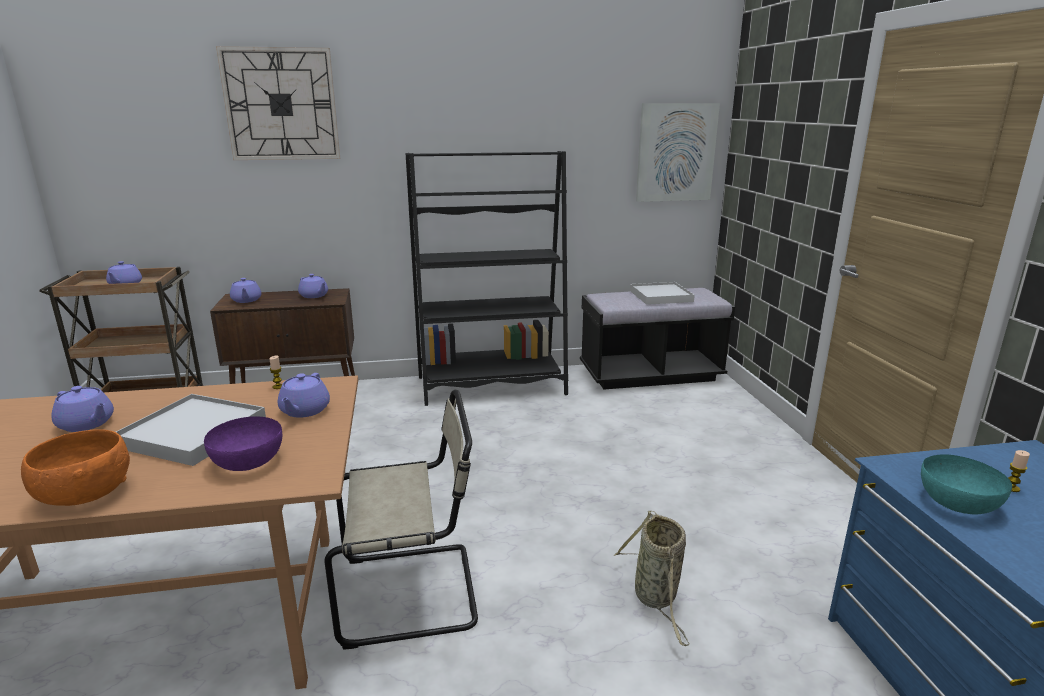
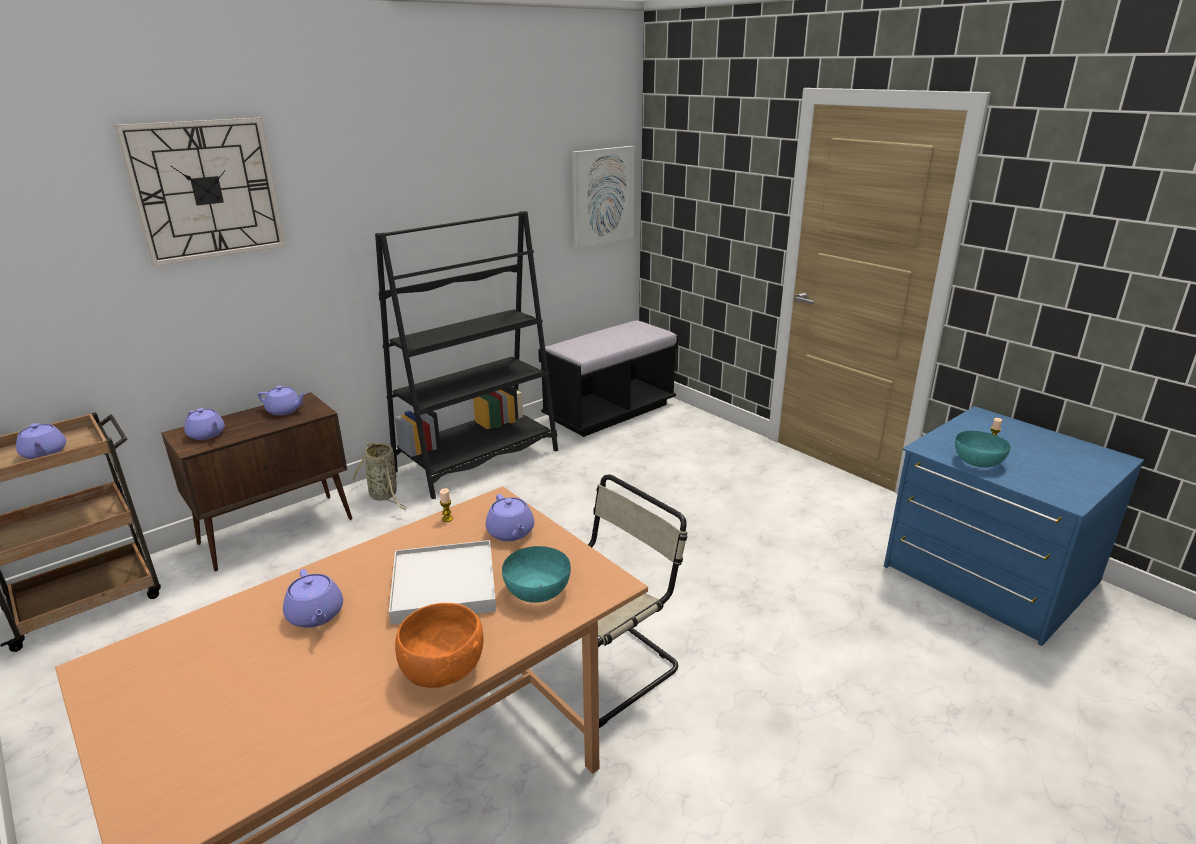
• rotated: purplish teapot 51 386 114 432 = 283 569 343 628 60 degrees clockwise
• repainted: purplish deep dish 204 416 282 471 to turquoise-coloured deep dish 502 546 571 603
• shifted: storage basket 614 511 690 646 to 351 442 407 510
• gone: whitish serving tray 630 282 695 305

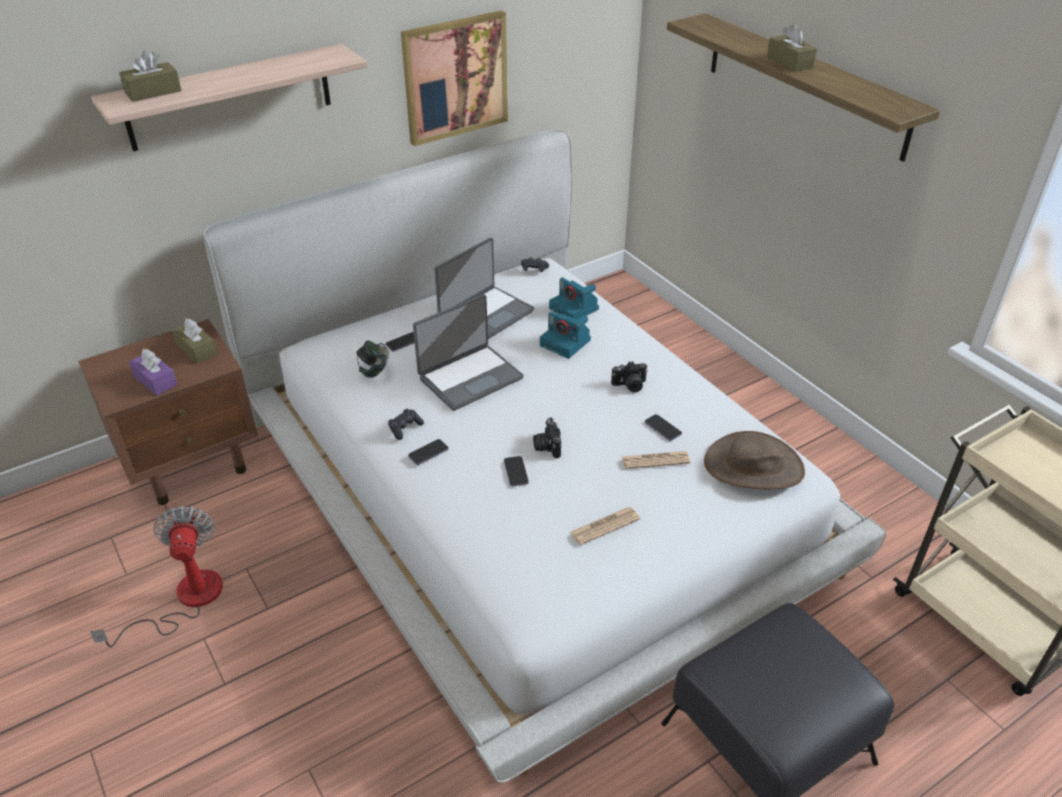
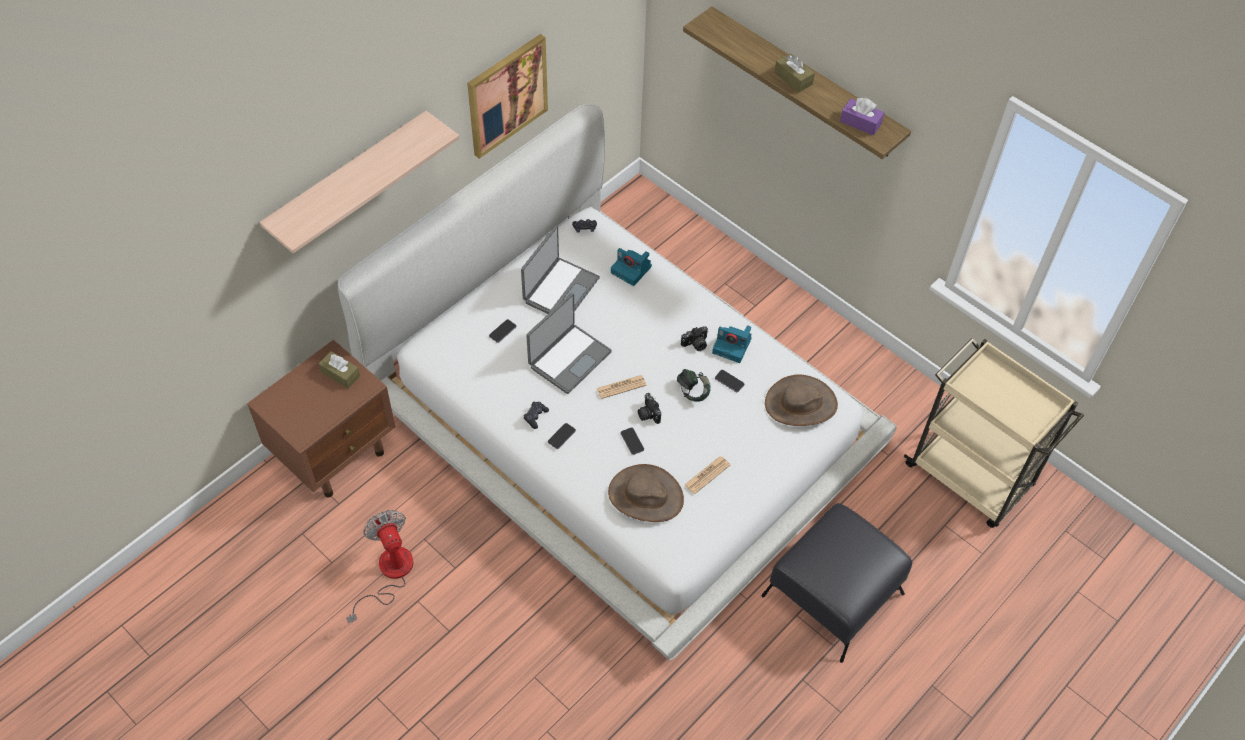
• gone: brown-coloured box of tissues 119 50 182 102
• shifted: purplish box of tissues 129 349 177 396 to 840 98 884 136
• shifted: headphones 356 340 389 378 to 677 369 711 402
• shifted: photo camera 540 312 591 359 to 712 325 752 363
• shifted: daily paper 622 451 690 469 to 597 375 647 399
• new: brown-coloured wearable hat 608 464 684 522

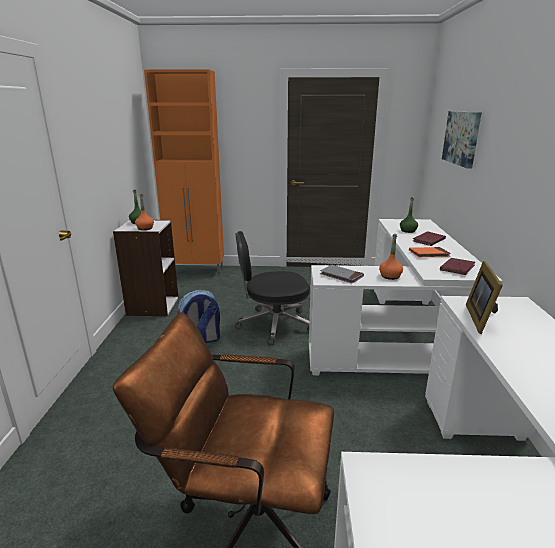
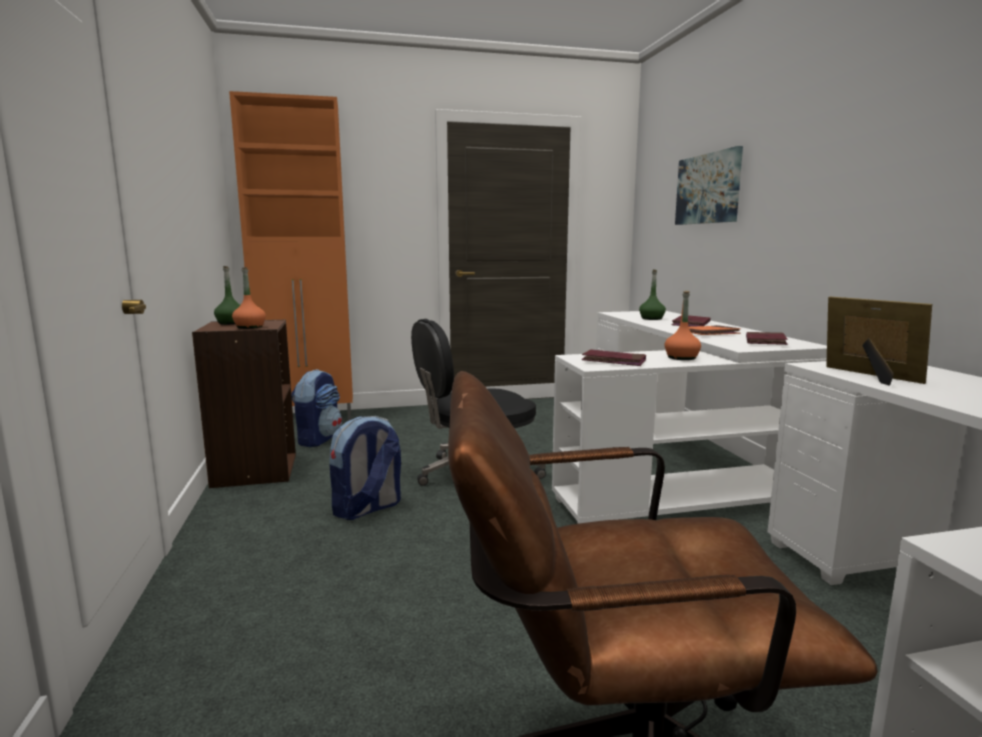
• repainted: whitish bookshelf 113 220 178 316 to brown-coloured bookshelf 192 320 296 488
• repainted: greyish book 320 265 364 284 to reddish book 582 349 646 366
• rotated: standing frame 466 261 503 334 = 826 297 932 386 150 degrees clockwise
• new: backpack 291 369 342 447

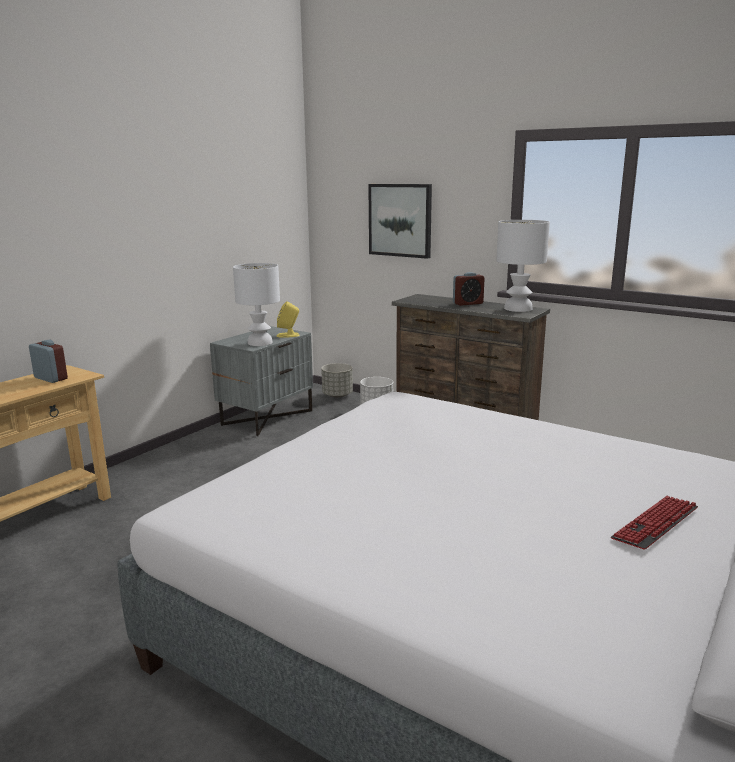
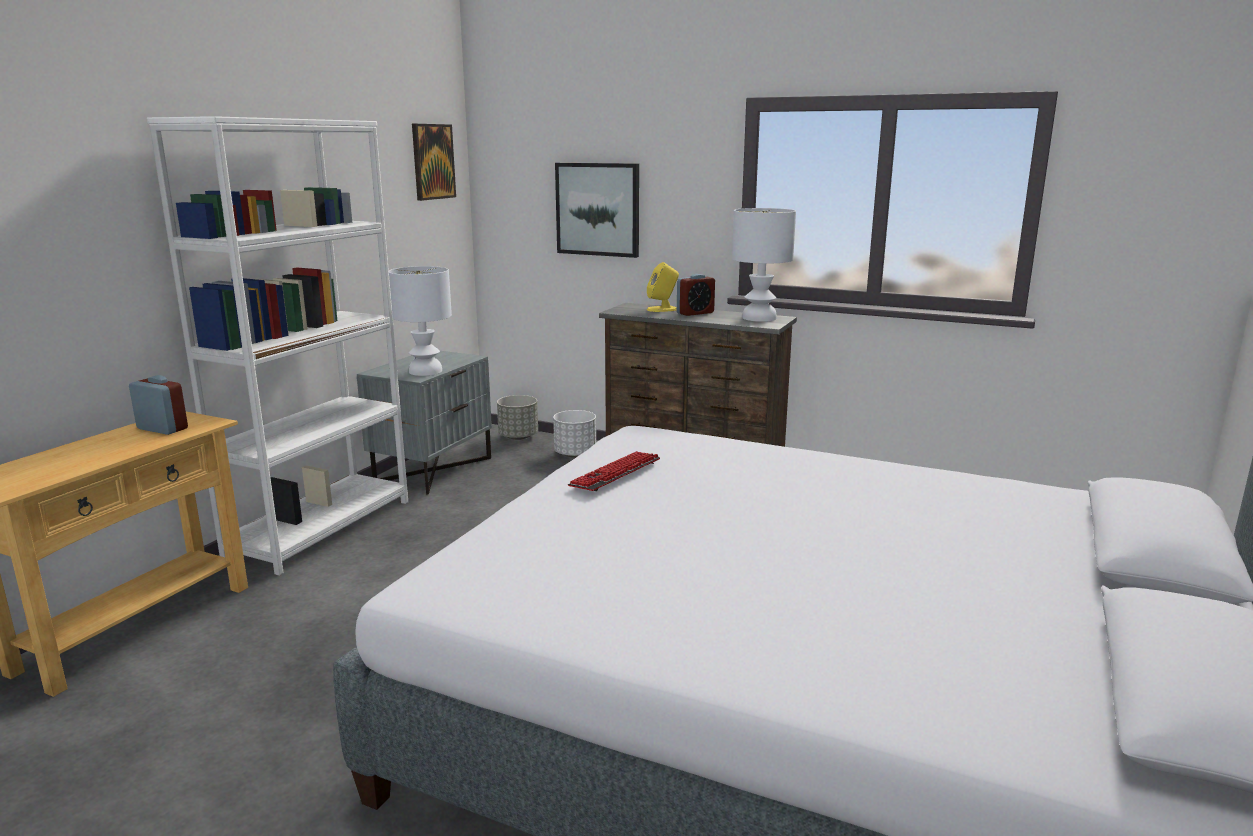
• shifted: yellowish audio speaker 277 301 299 338 to 647 262 679 312
• shifted: keyboard 611 496 698 550 to 568 451 660 491
• new: whitish bookshelf 147 116 408 576
• new: wall art 412 124 456 201

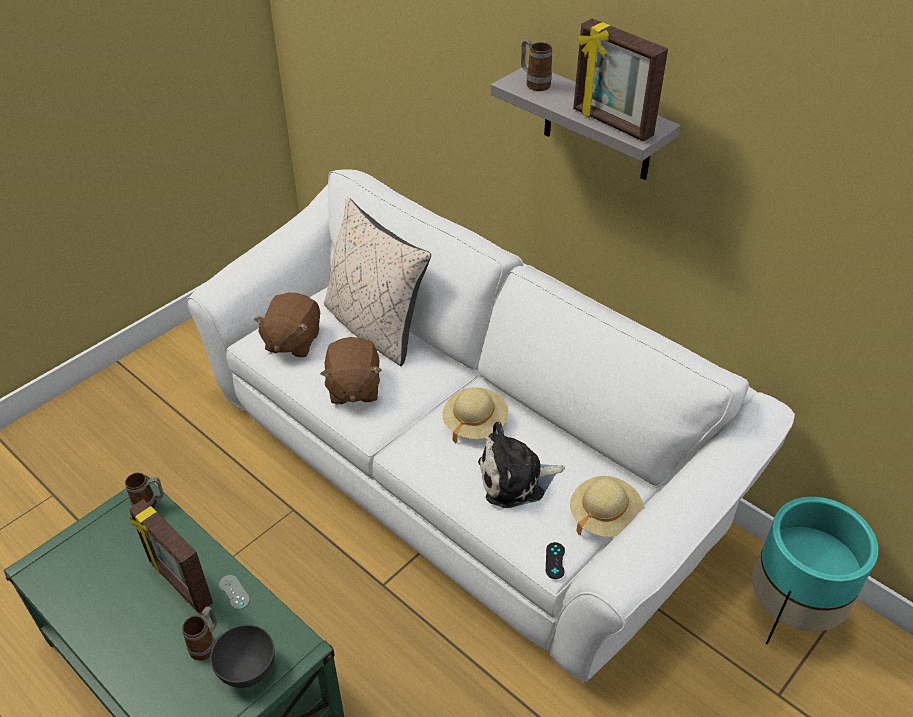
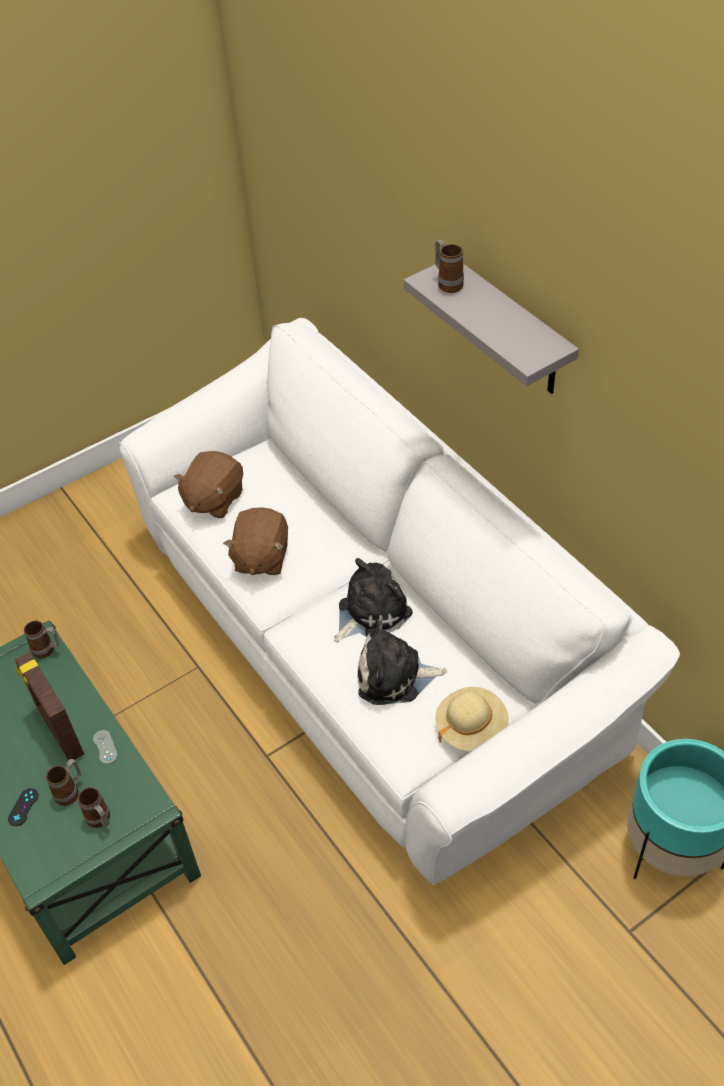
• swapped: greyish deep dish 210 625 275 688 to tea mug 78 787 110 828
• gone: sand-coloured cushion 324 197 431 366
• swapped: sand-coloured wearable hat 442 387 509 444 to cuddly toy 334 558 413 642
• shifted: black gamepad 546 542 565 579 to 8 788 39 826
• gone: standing frame 573 19 668 142

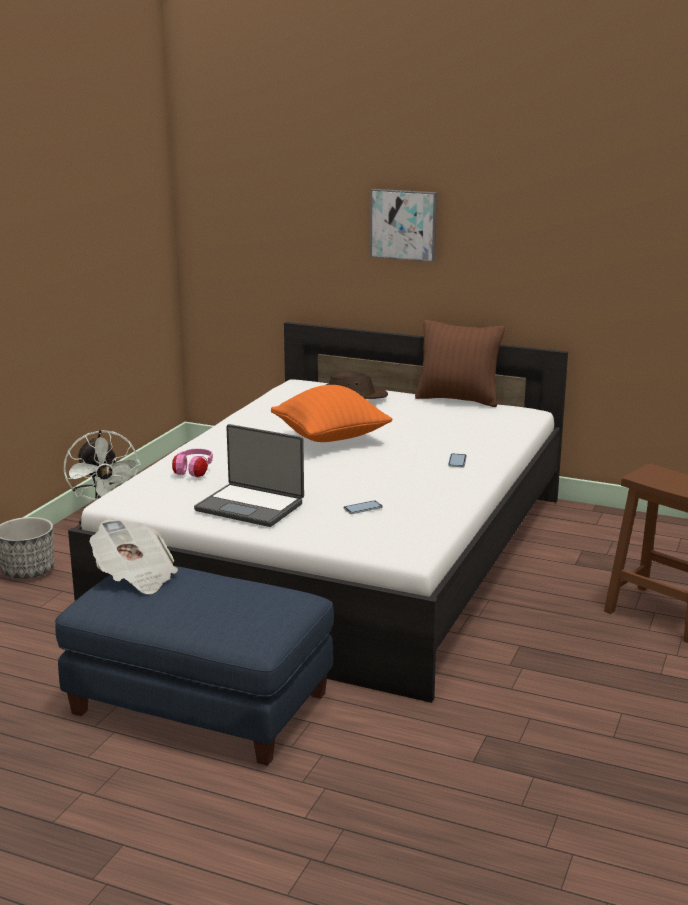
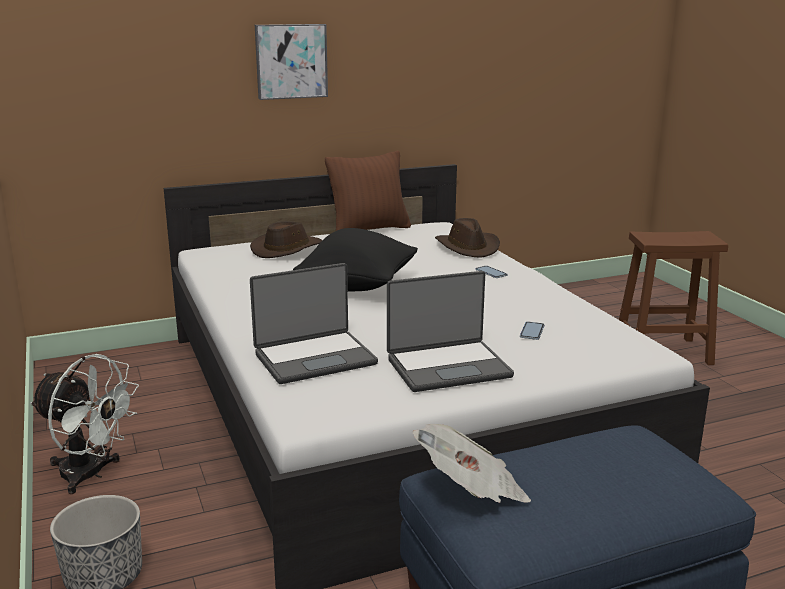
• swapped: pink-coloured headphones 172 449 213 478 to portable computer 250 263 378 384
• repainted: orange-coloured cushion 271 385 393 442 to black cushion 293 228 418 292
• new: brown-coloured wearable hat 435 218 500 258

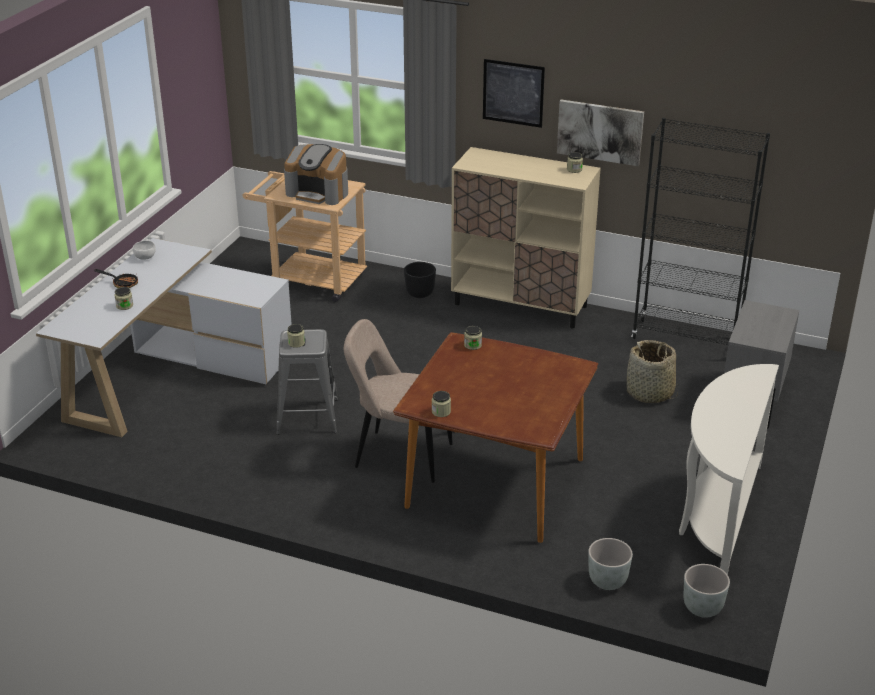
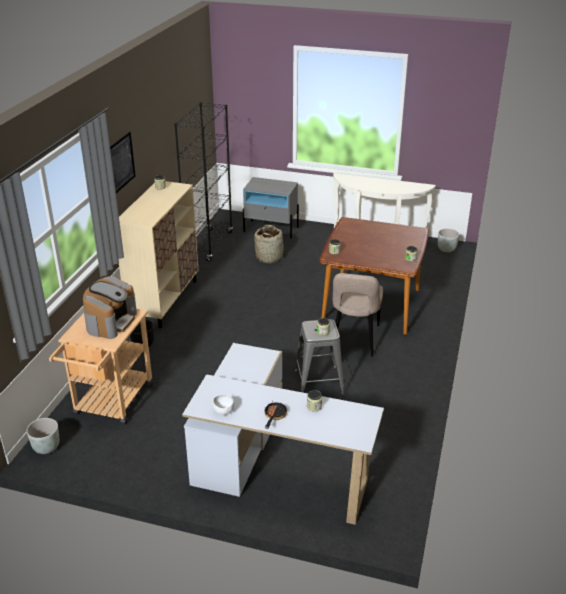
• gone: wall art 557 99 644 166
• shifted: greyish planter 588 538 633 590 to 26 418 59 454

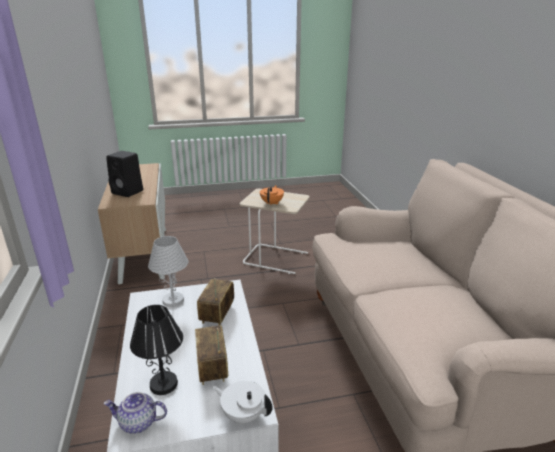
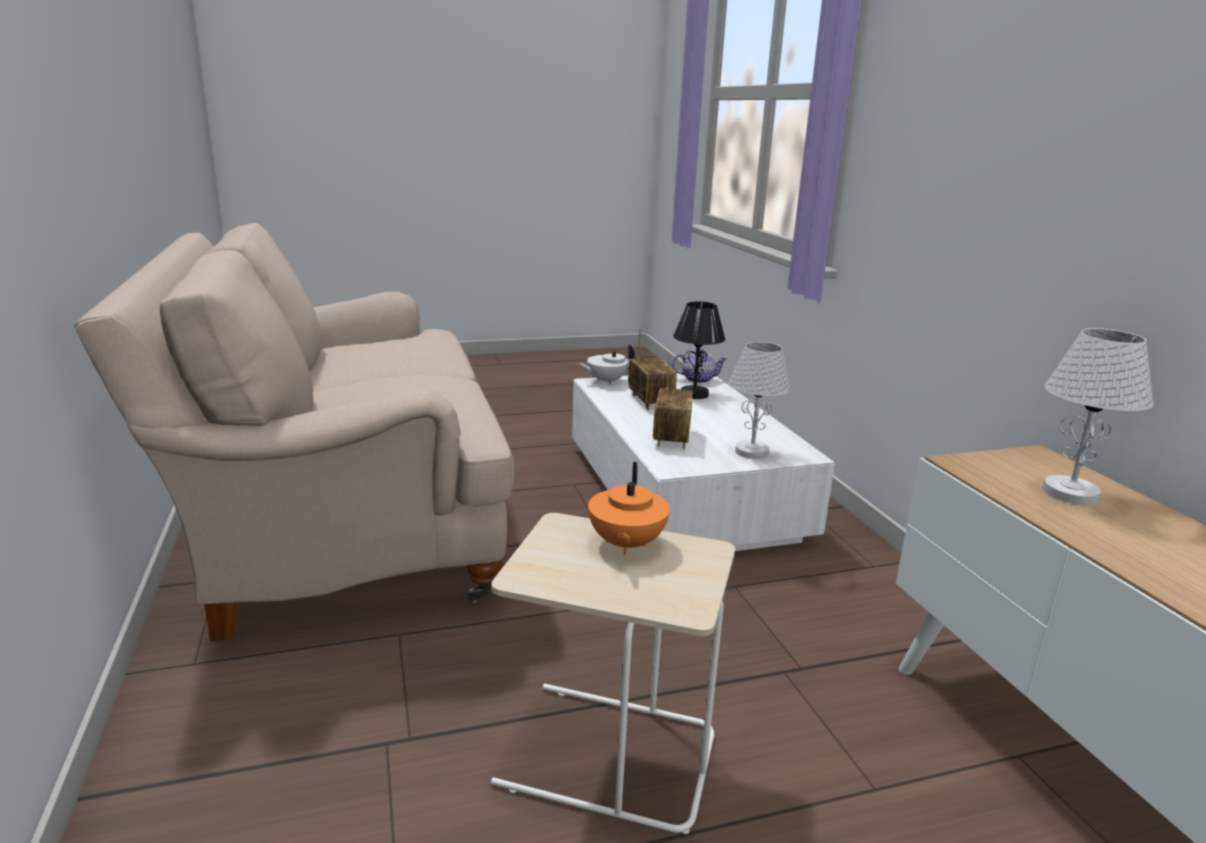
• swapped: black audio speaker 106 151 143 197 to whitish lamp for a table 1042 328 1154 505
• rotated: whitish teapot 213 381 273 424 = 578 344 635 384 135 degrees clockwise

